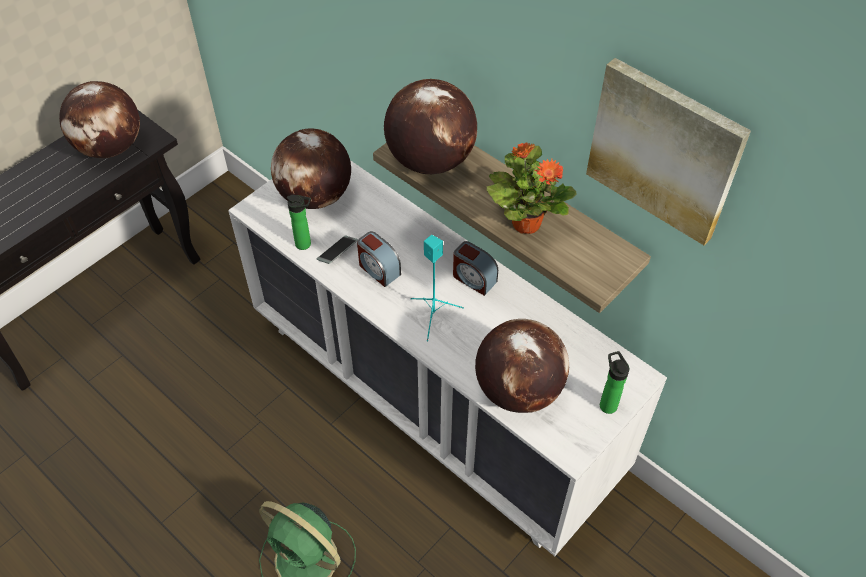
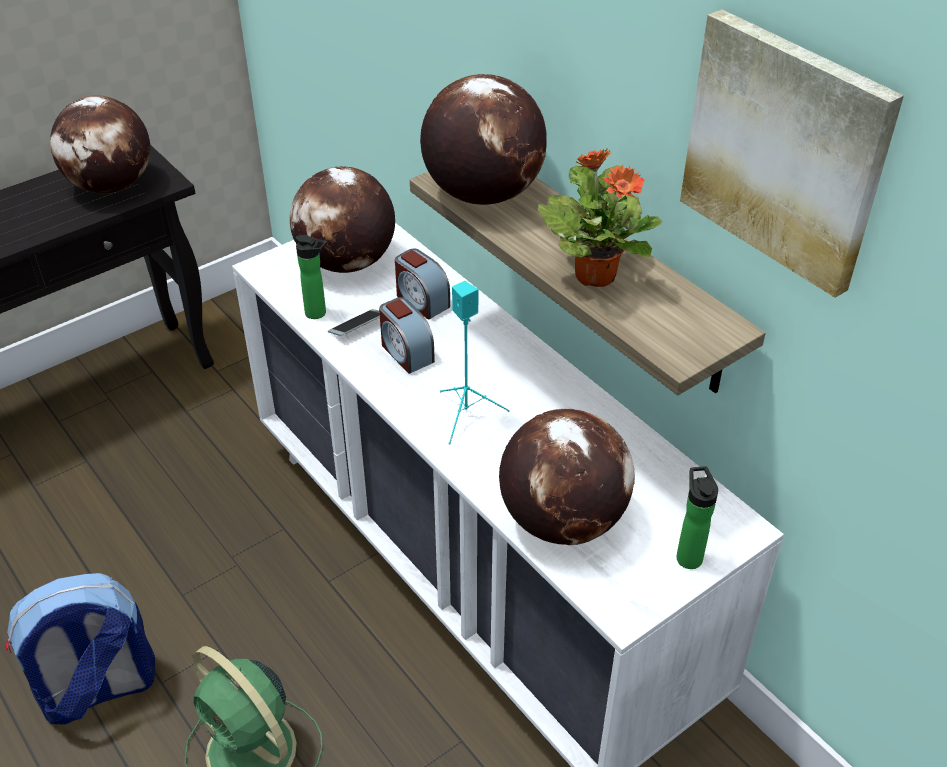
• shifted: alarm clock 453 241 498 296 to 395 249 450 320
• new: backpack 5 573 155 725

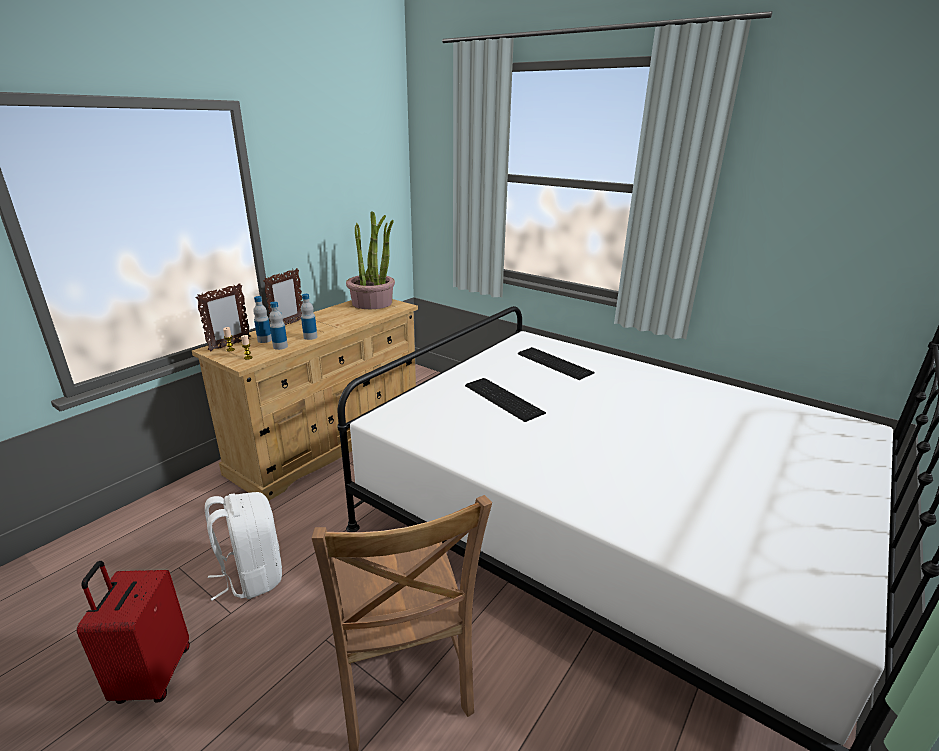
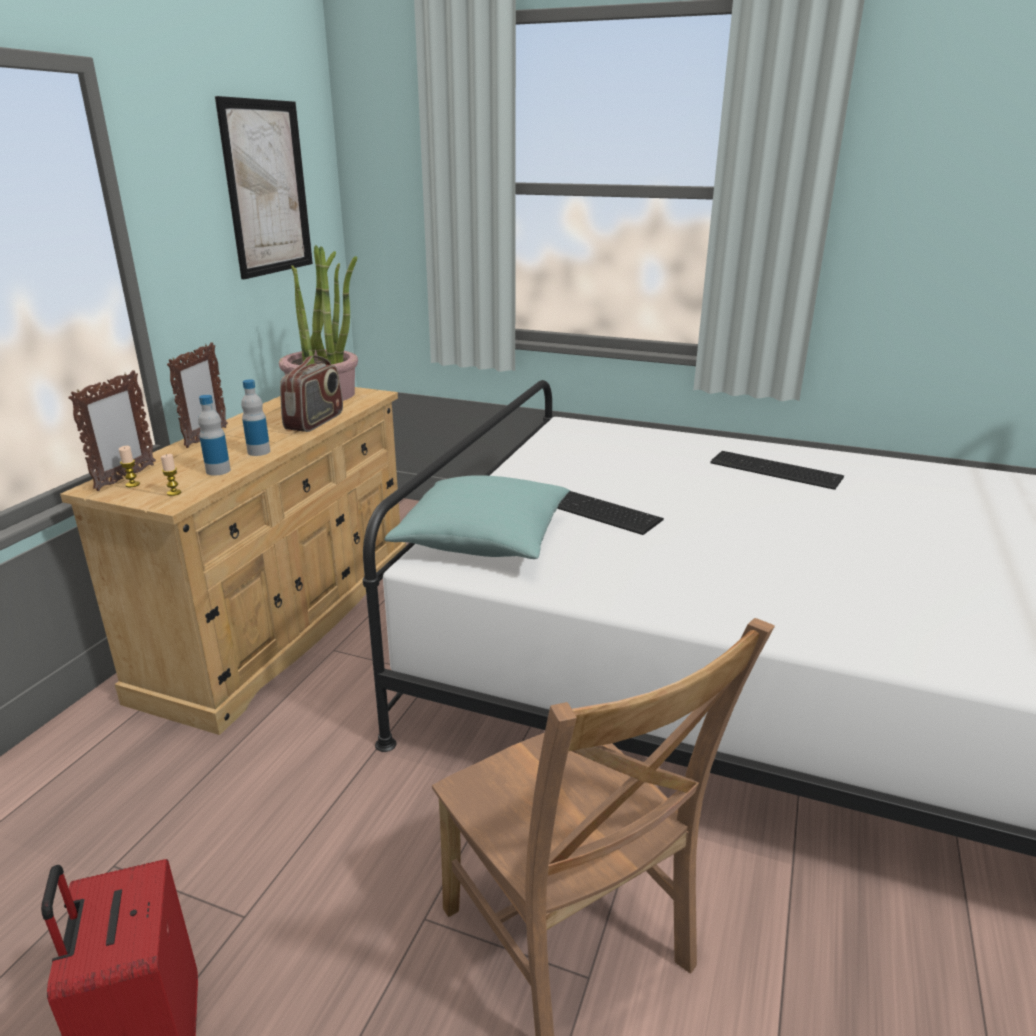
• gone: whitish backpack 205 492 282 600
• gone: drink bottle 253 296 272 343
• shifted: keyboard 518 347 595 380 to 710 451 844 490
• new: wall art 215 96 313 279
• new: radio 280 355 343 432
• new: turquoise-coloured cushion 384 475 570 559

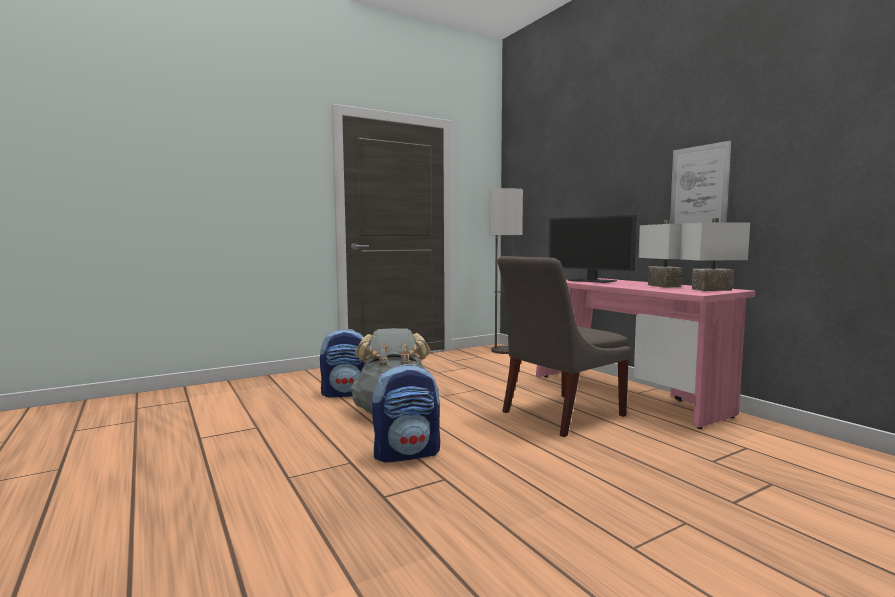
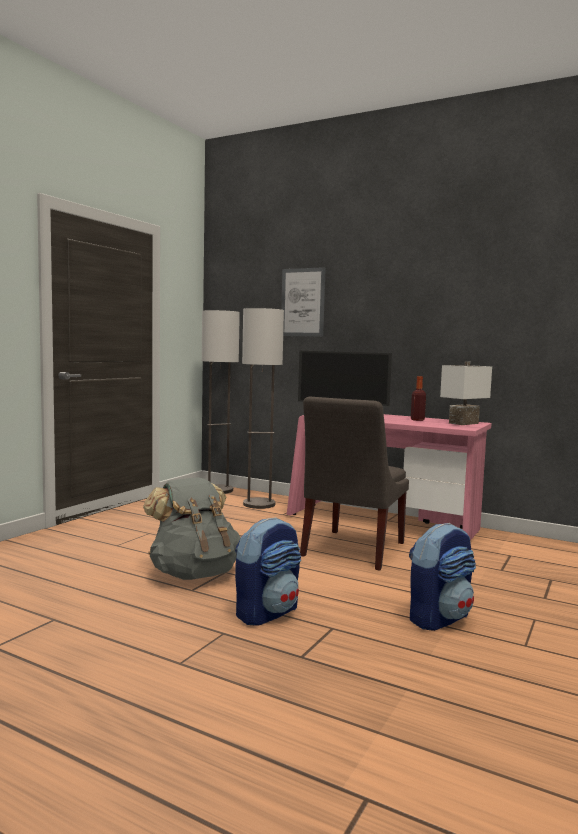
• shifted: backpack 320 329 365 397 to 409 523 476 631
• swapped: whitish lamp for a table 639 220 682 288 to drink bottle 411 376 426 421
• shifted: wall art 670 141 731 224 to 281 267 326 337
• new: floor lamp 242 308 284 509

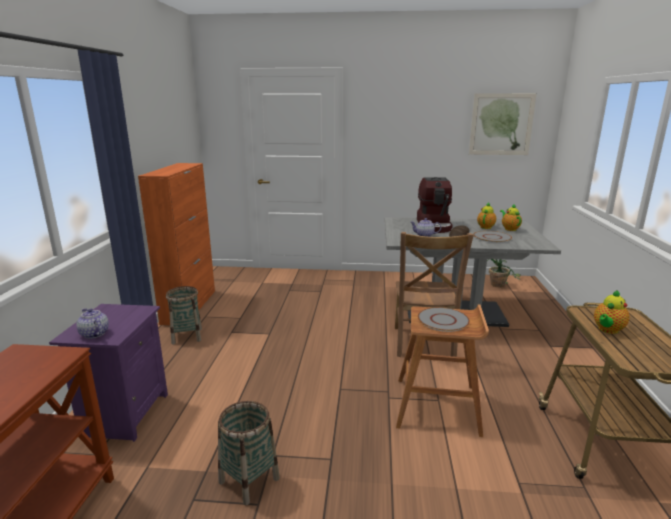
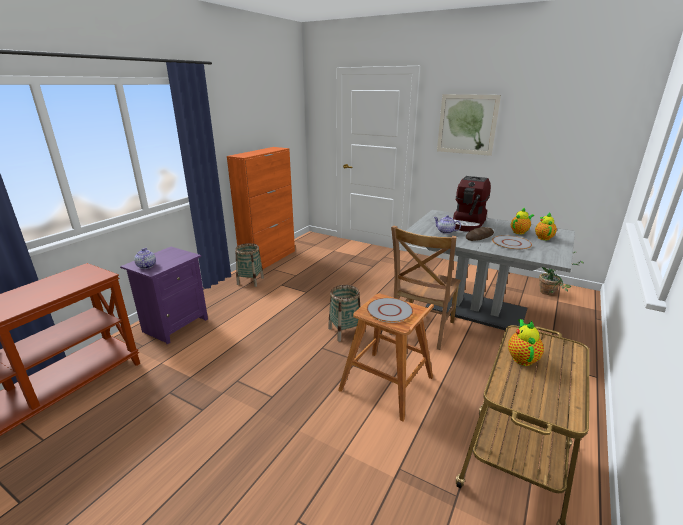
• shifted: storage basket 218 401 280 505 to 328 285 360 342
• shifted: wall art 469 93 537 155 to 437 94 501 156
• rotated: teapot 594 290 630 334 = 508 319 544 366 120 degrees clockwise

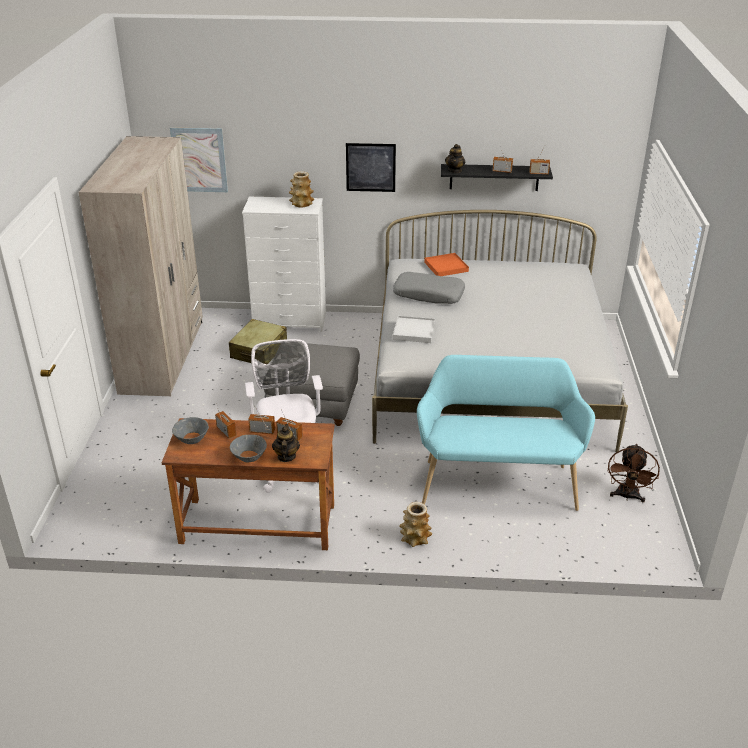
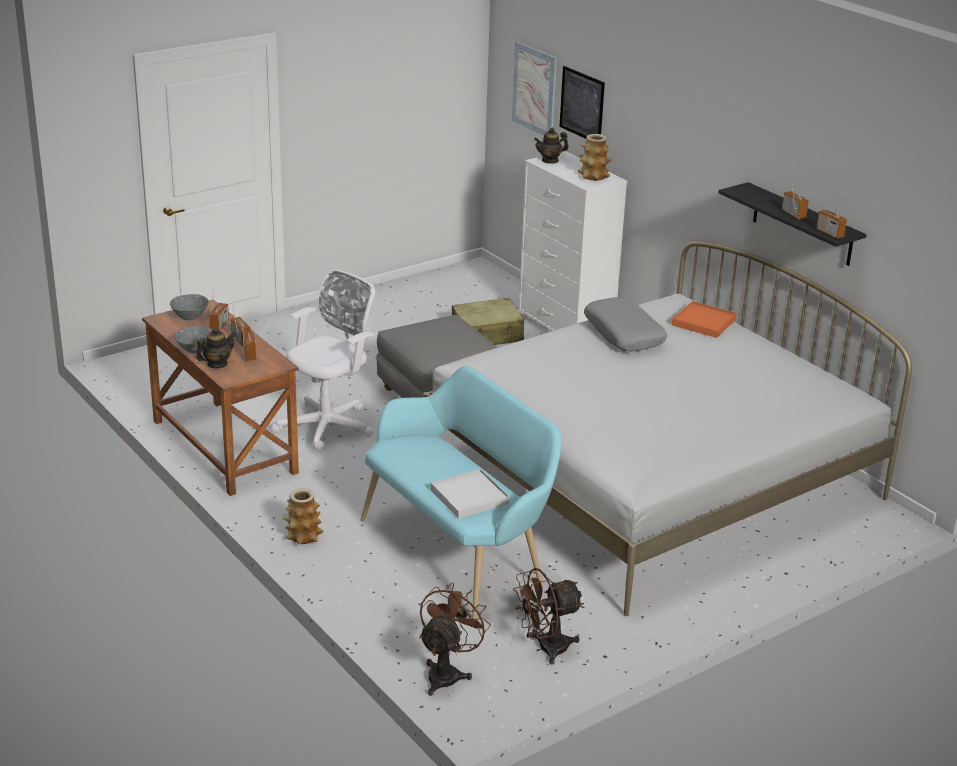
• gone: sand-coloured clothes cupboard 79 136 203 396
• shifted: wall art 346 143 396 192 to 560 66 605 139
• shifted: whitish serving tray 393 316 435 343 to 430 469 510 519
• shifted: teapot 445 144 465 173 to 534 128 569 164
• new: brown-coloured cooling fan 419 583 491 696

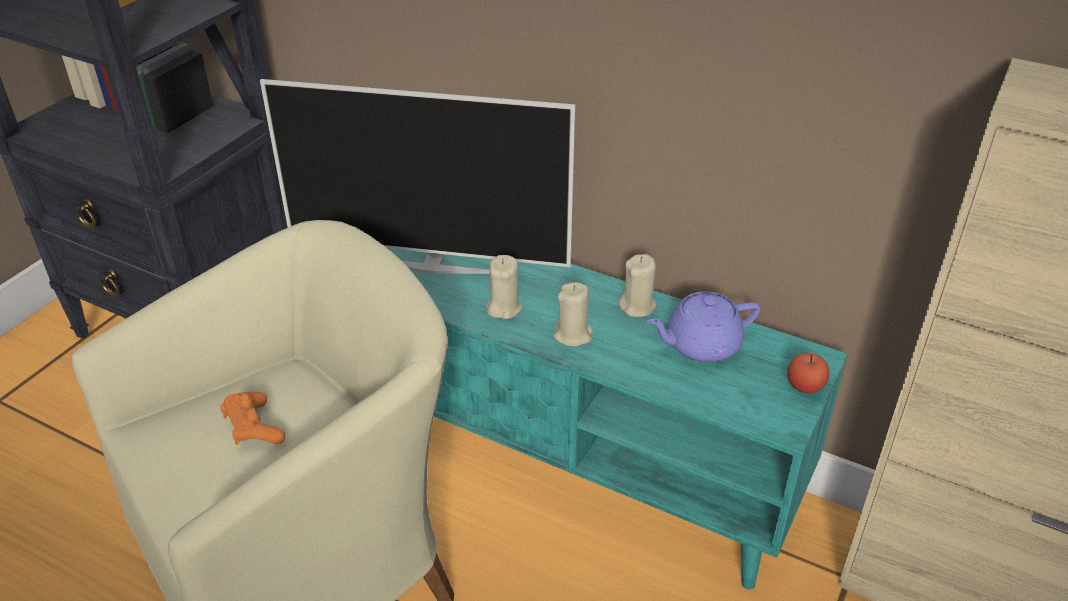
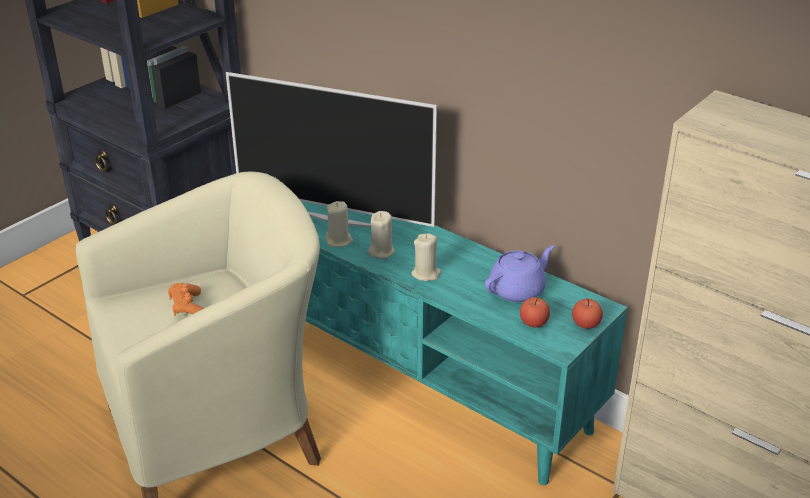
• shifted: sand-coloured candle 618 254 657 317 to 325 201 353 247
• rotated: purplish teapot 647 291 760 362 = 485 245 555 302 150 degrees clockwise
• new: apple 520 297 550 328

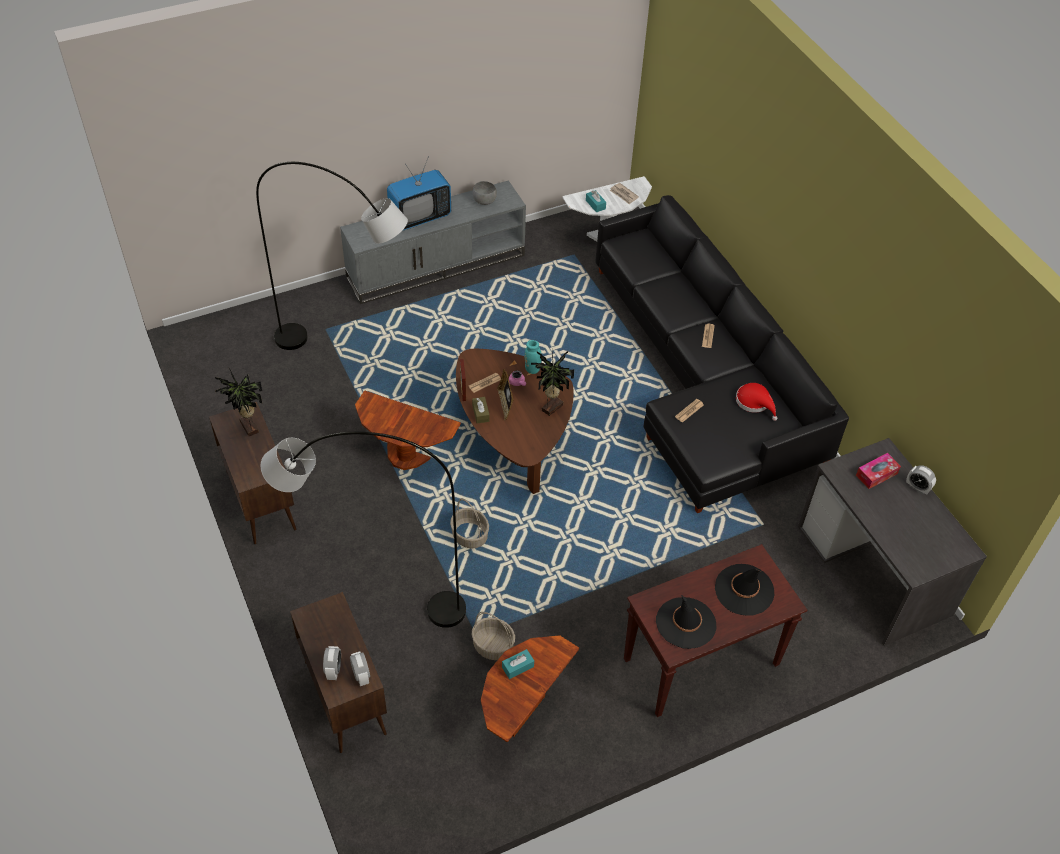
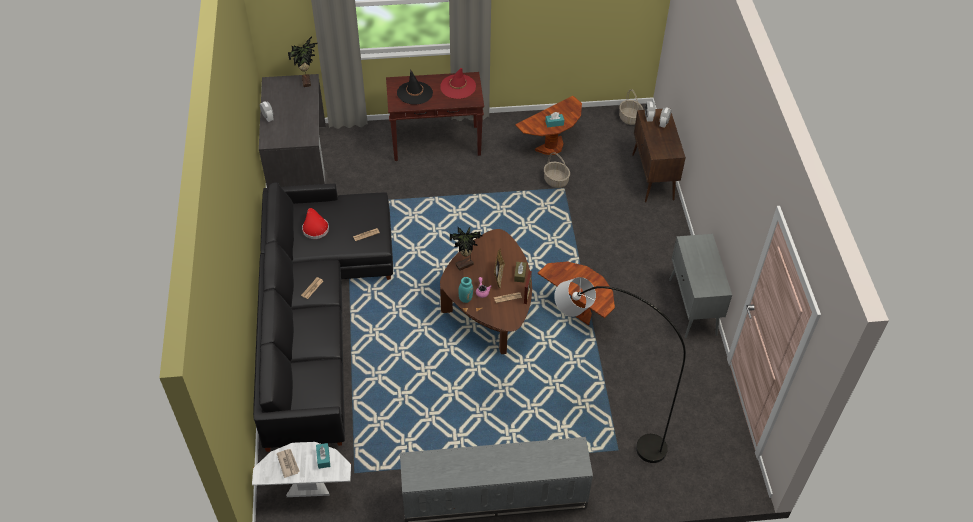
• repainted: brown-coloured storage cabinet 209 402 297 544 to greyish storage cabinet 669 234 732 338
• shifted: potted plant 215 368 262 436 to 288 36 318 87
• gone: greyish floor lamp 261 432 466 628
• gone: TV 387 158 451 231
• shifted: storage basket 450 498 489 549 to 619 89 643 125
• gone: greyish deep dish 473 181 497 205
• repainted: black wearable hat 656 595 716 649 to reddish wearable hat 440 68 476 99
• gone: box of tissues 856 453 901 489

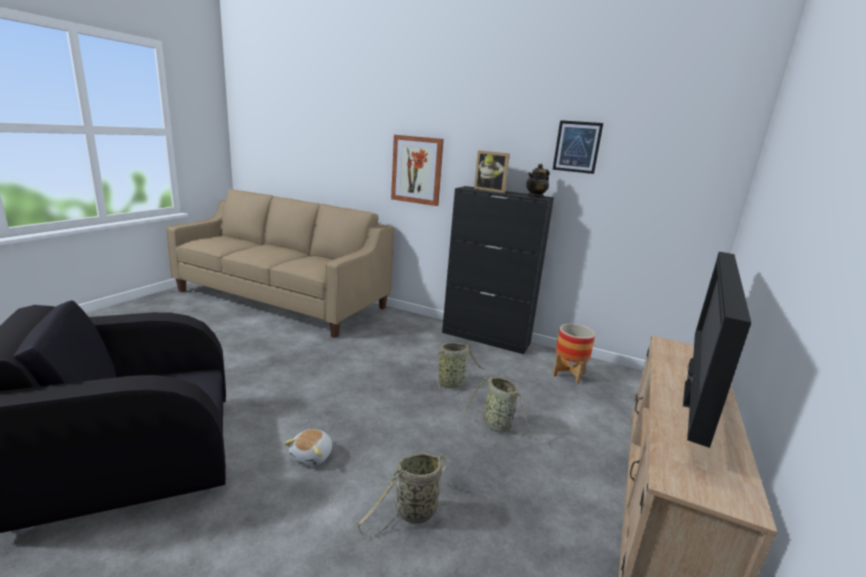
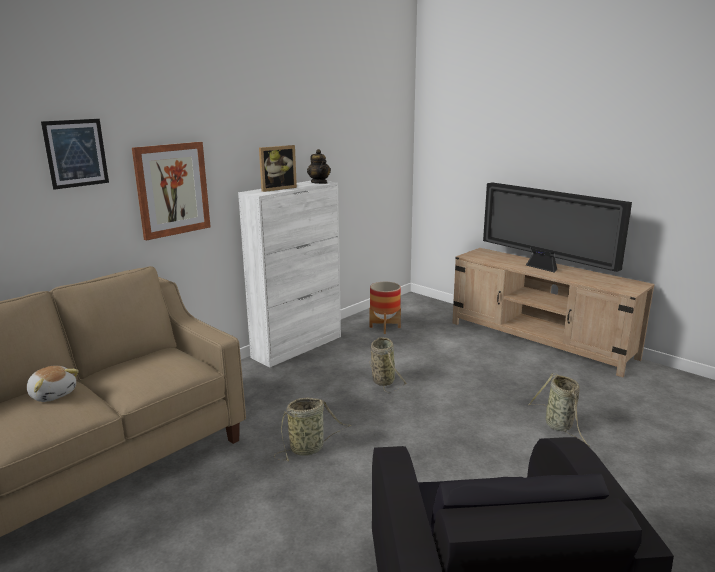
• shifted: cuddly toy 284 429 332 466 to 27 366 79 402
• repainted: black storage cabinet 442 186 554 354 to whitish storage cabinet 238 181 341 367
• shifted: storage basket 464 377 542 441 to 274 398 351 461
• shifted: wall art 553 120 603 174 to 41 119 109 190

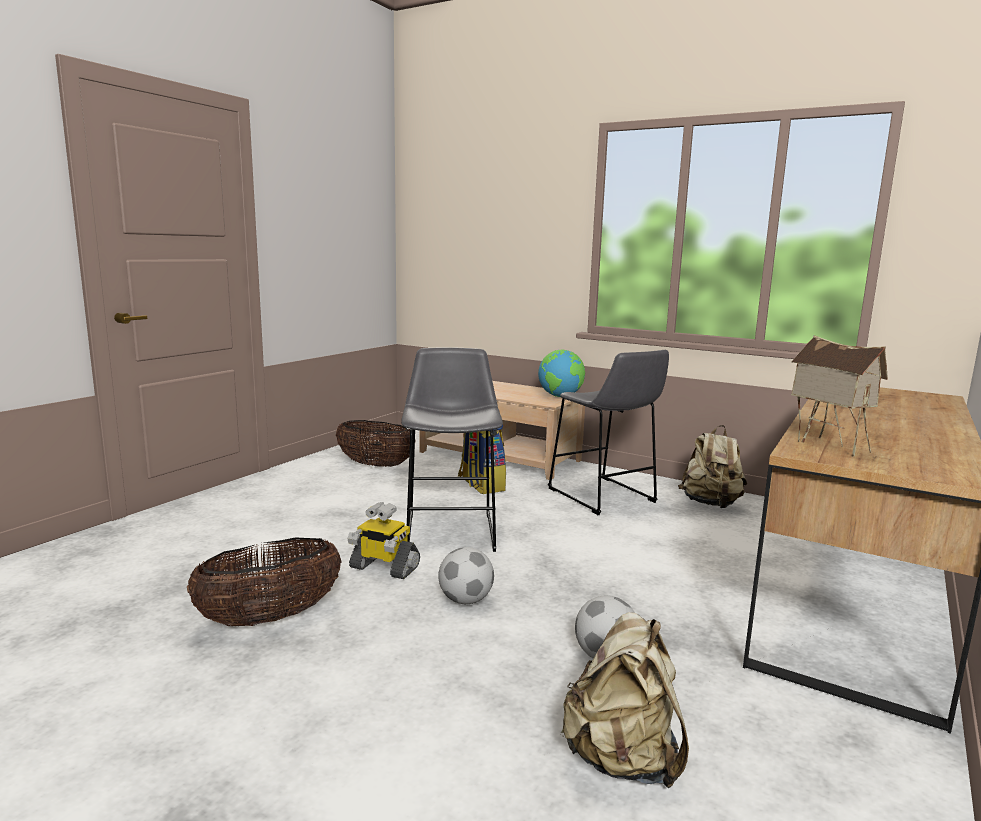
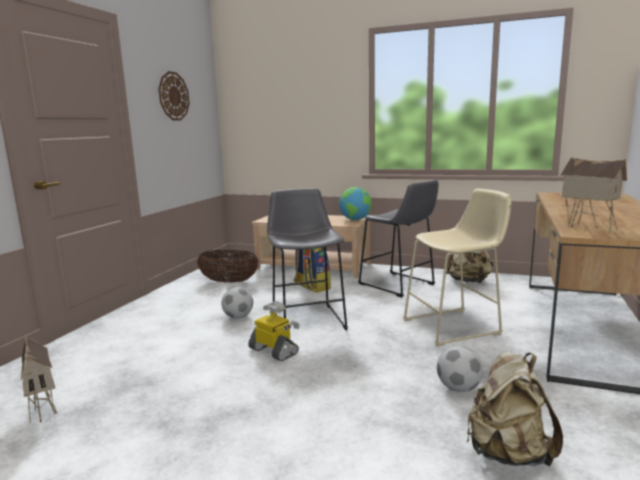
• gone: storage basket 187 537 342 626
• rotated: model robot 347 502 420 579 = 248 301 300 361 150 degrees counterclockwise
• shifted: football 438 547 494 604 to 222 287 253 319
• new: miniature house 21 336 58 423
• new: clock on the wall 158 71 190 120
• new: sand-coloured sitting stool 403 189 512 346

